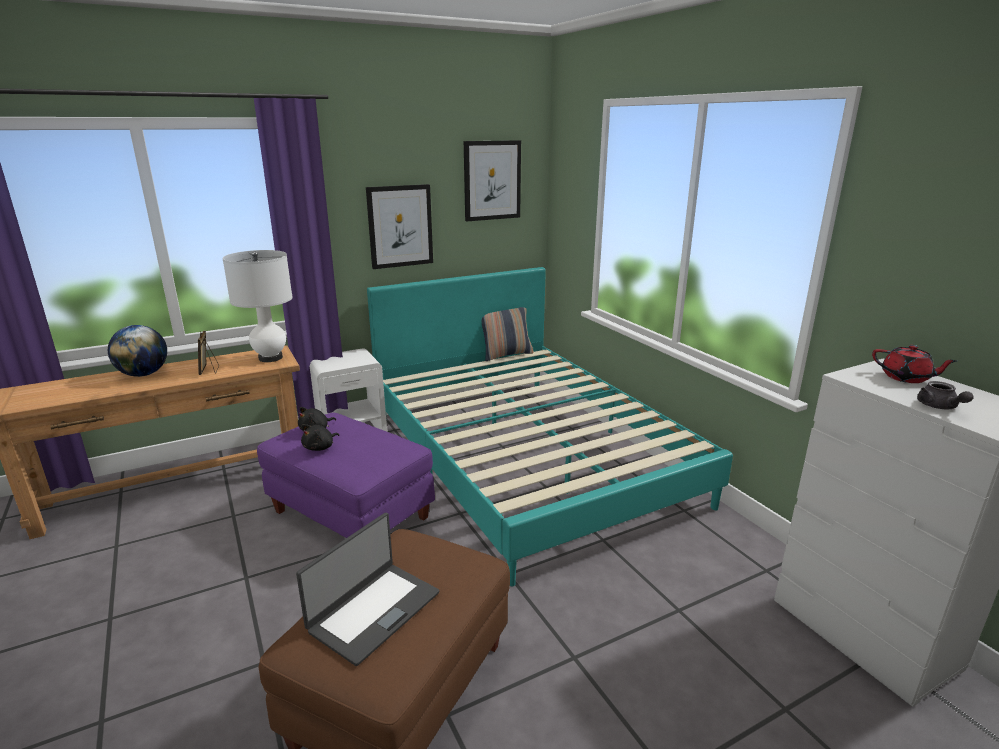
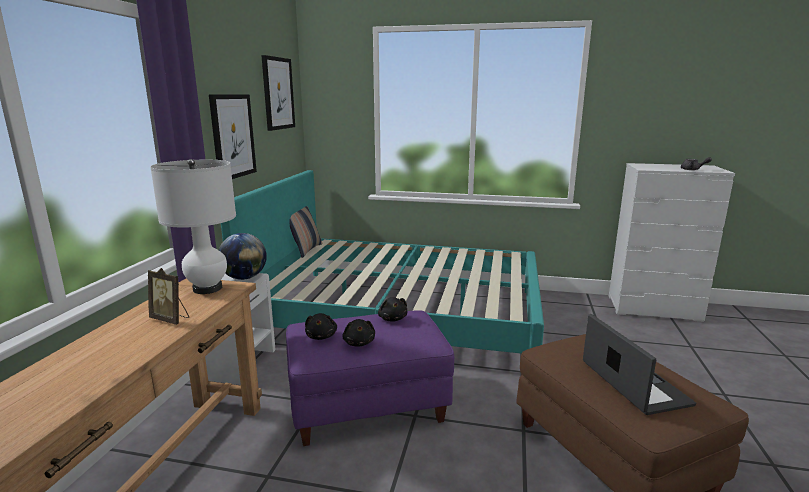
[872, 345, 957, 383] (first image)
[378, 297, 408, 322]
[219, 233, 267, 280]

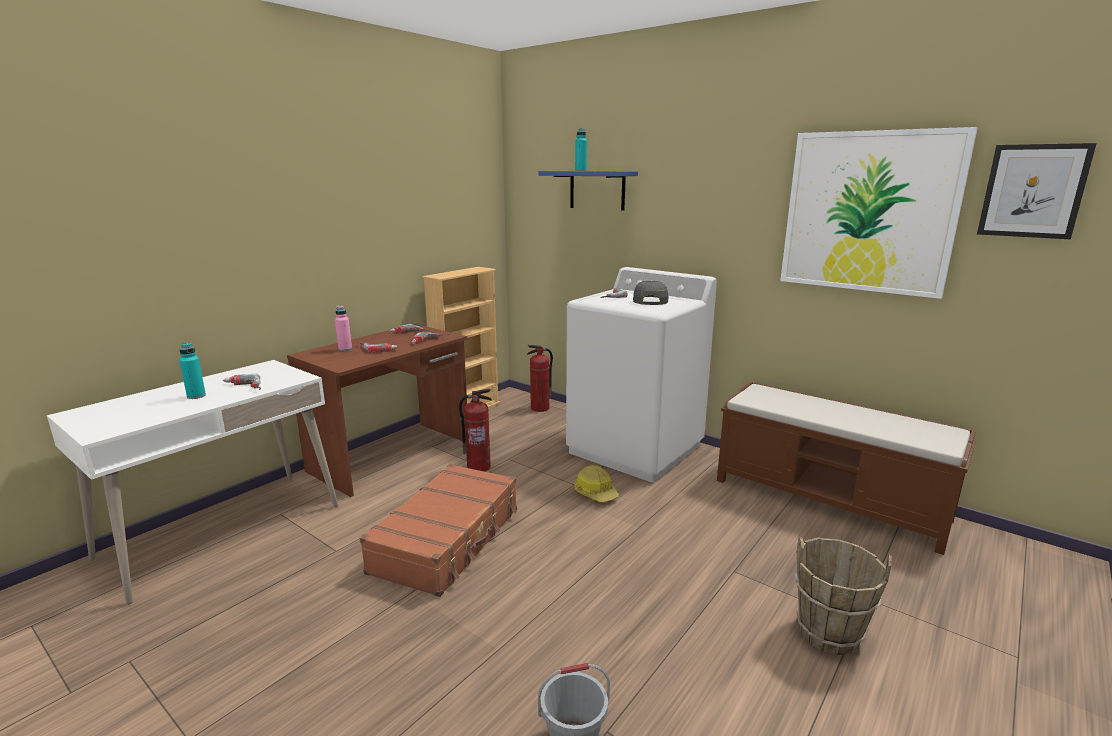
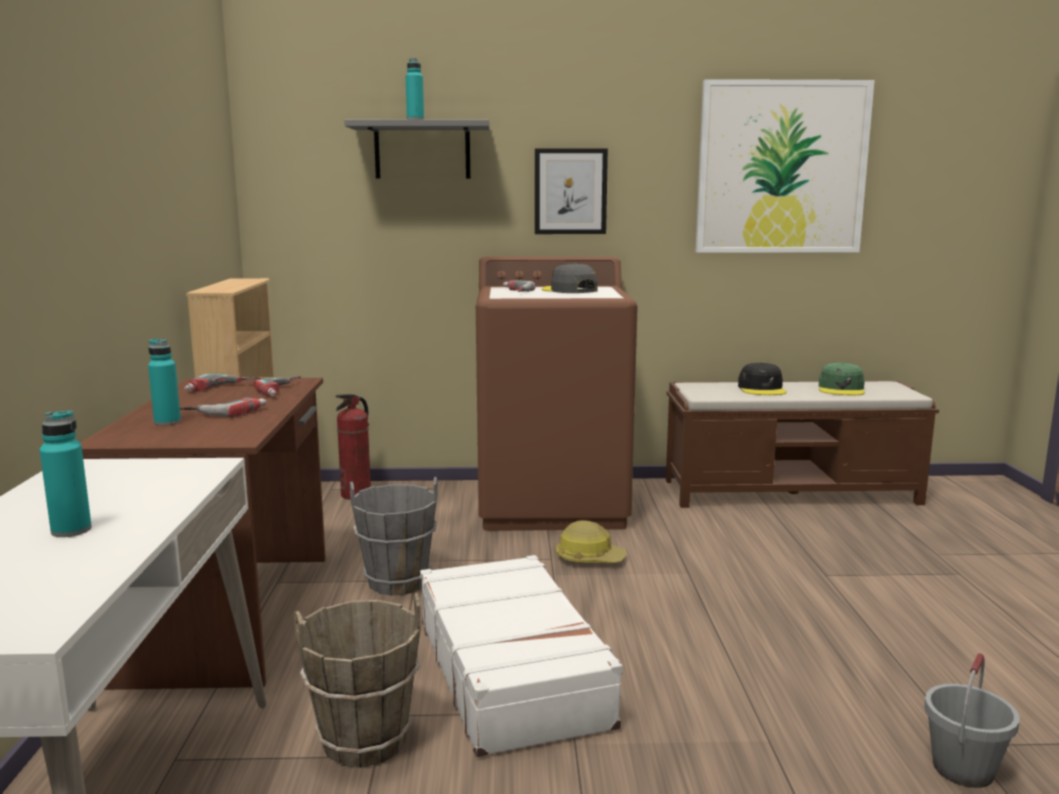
[223, 374, 261, 390] (first image)
[738, 363, 787, 395]
[819, 363, 865, 395]
[294, 593, 421, 768]
[535, 148, 608, 234]
[350, 477, 438, 596]
[148, 339, 181, 425]
[420, 555, 623, 757]
[344, 119, 490, 179]
[476, 256, 638, 531]

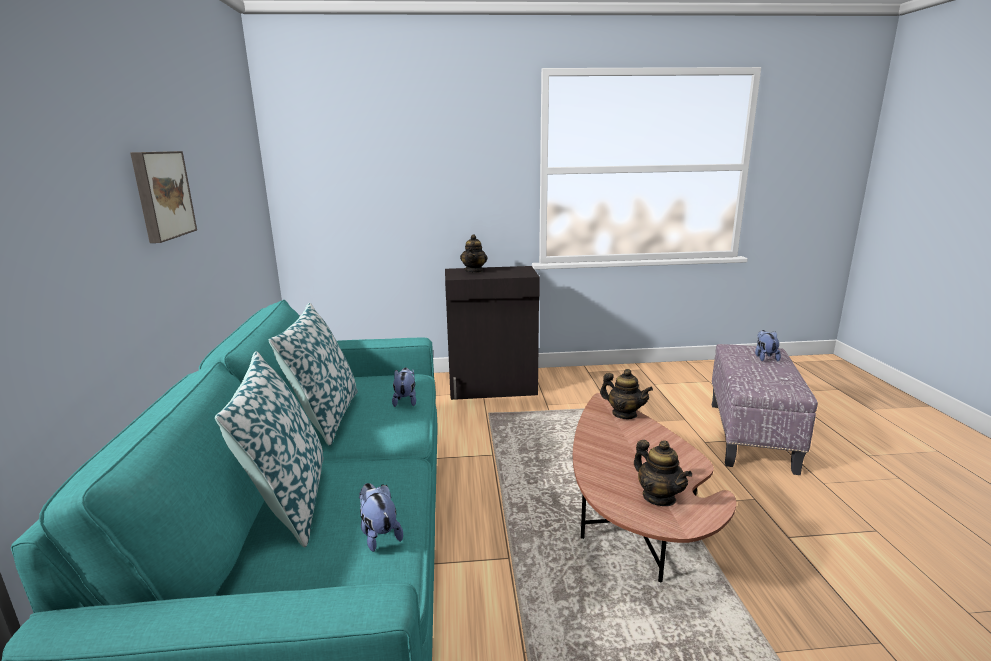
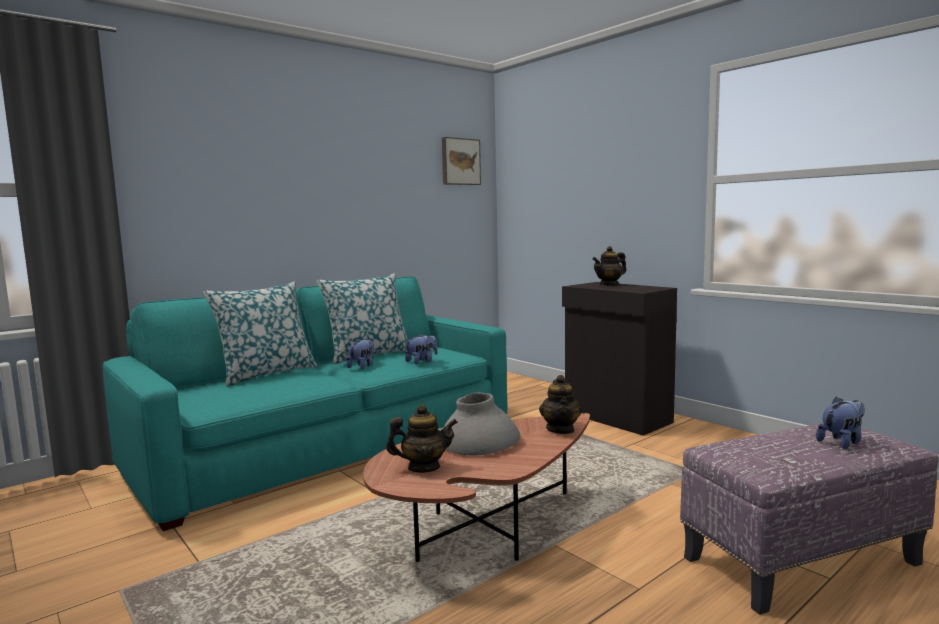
[437, 392, 520, 455]
[442, 137, 481, 185]
[347, 339, 374, 369]
[386, 404, 458, 473]

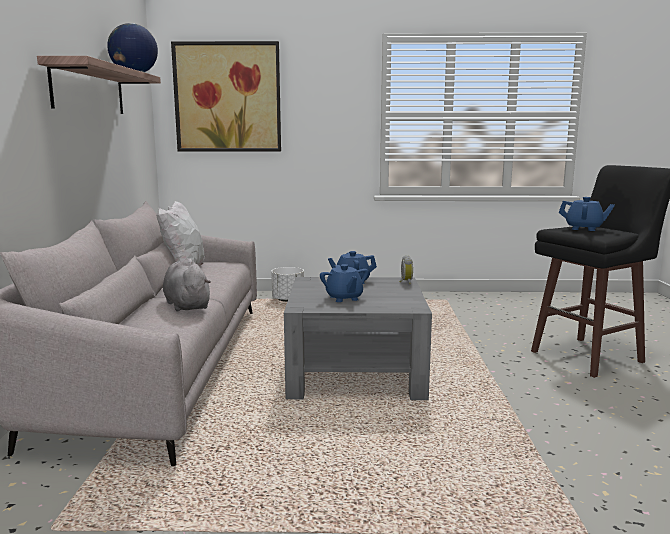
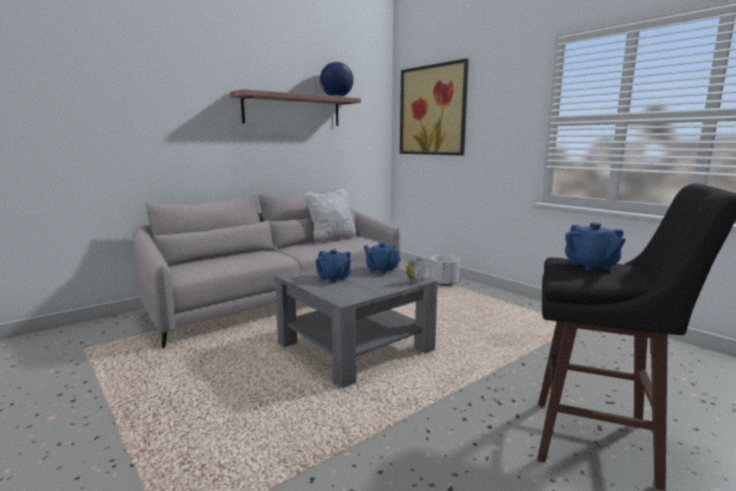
[163, 258, 211, 312] (first image)
[315, 249, 351, 283]

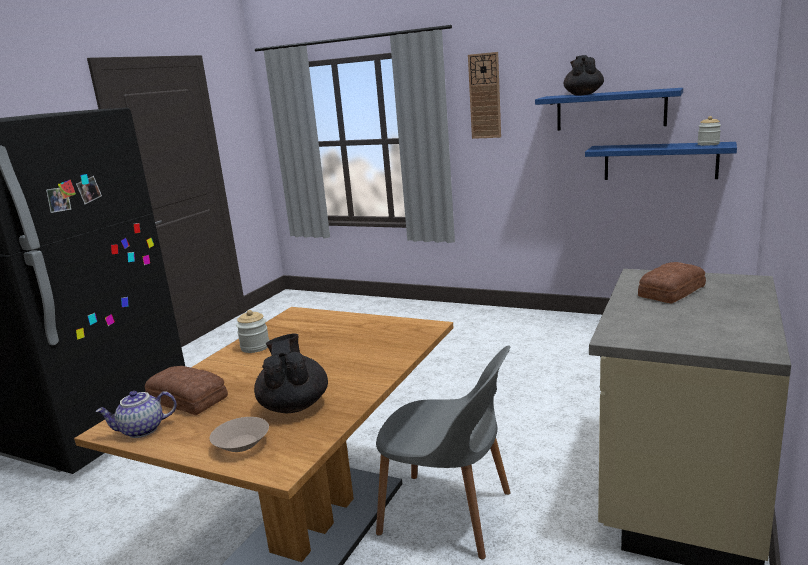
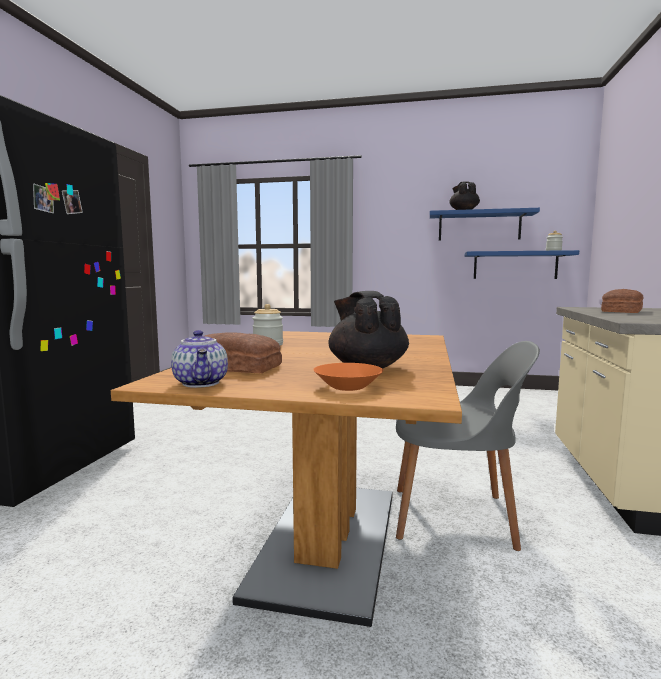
[468, 52, 501, 139] (first image)
[313, 363, 383, 391]
[171, 330, 228, 388]

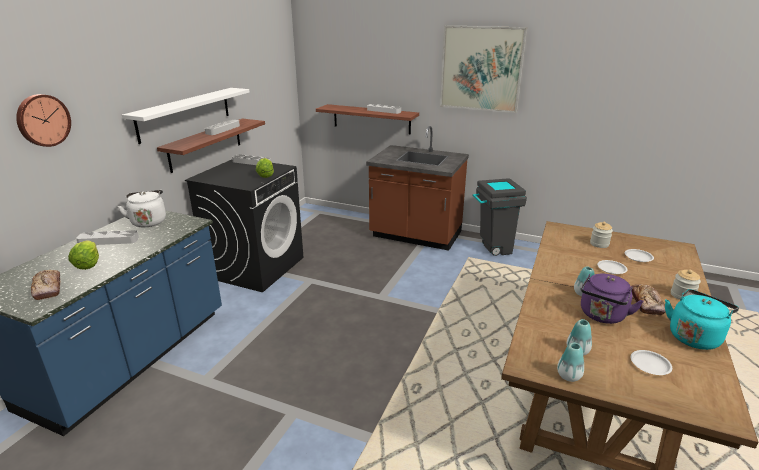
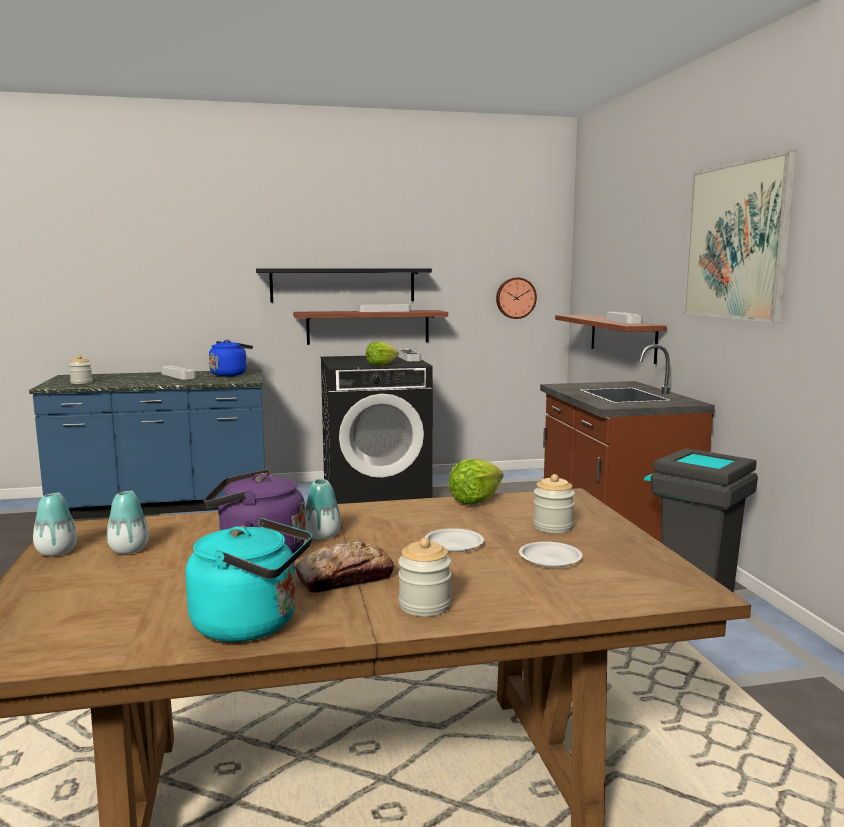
[631, 350, 672, 375] (first image)
[496, 277, 537, 319]
[449, 459, 503, 504]
[69, 355, 93, 384]
[209, 340, 253, 376]
[256, 268, 432, 303]

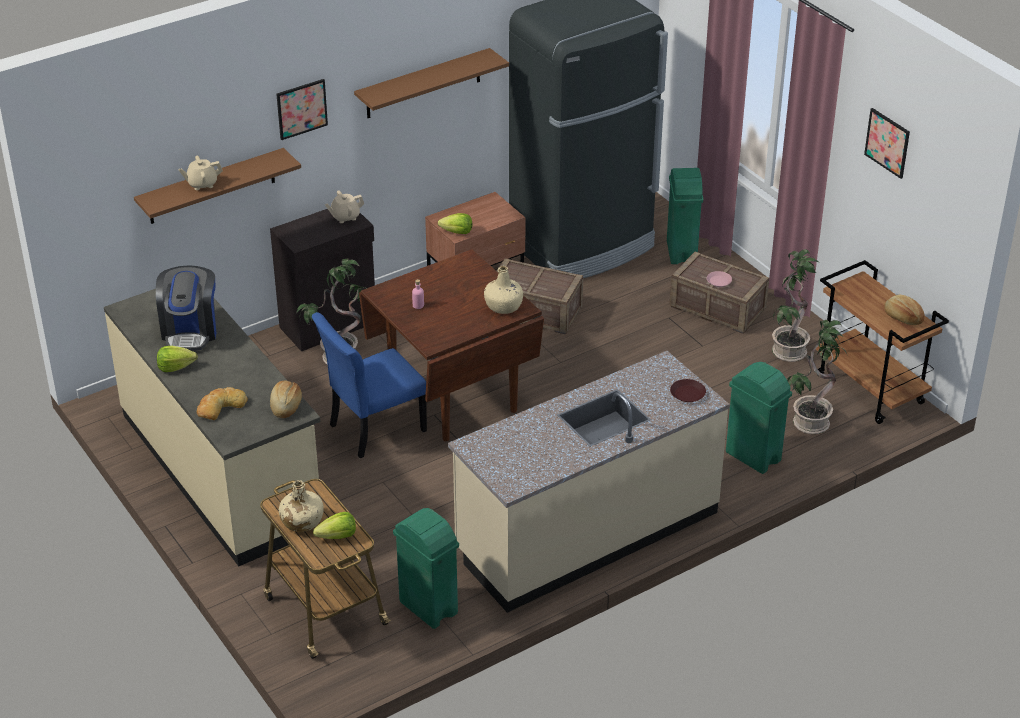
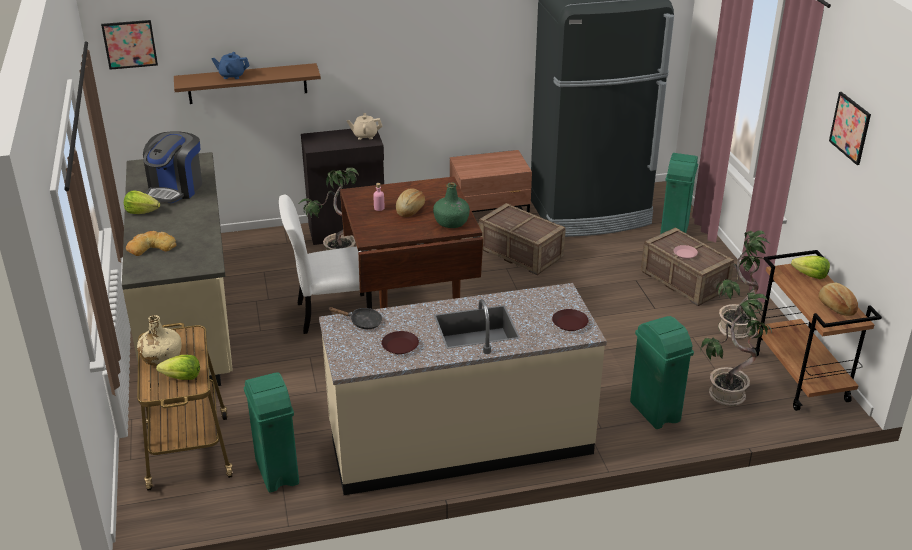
[354, 48, 509, 118] (first image)
[329, 307, 382, 329]
[382, 331, 419, 354]
[396, 188, 425, 217]
[101, 20, 158, 70]
[791, 256, 830, 279]
[212, 52, 250, 79]
[279, 195, 372, 334]
[433, 182, 470, 228]

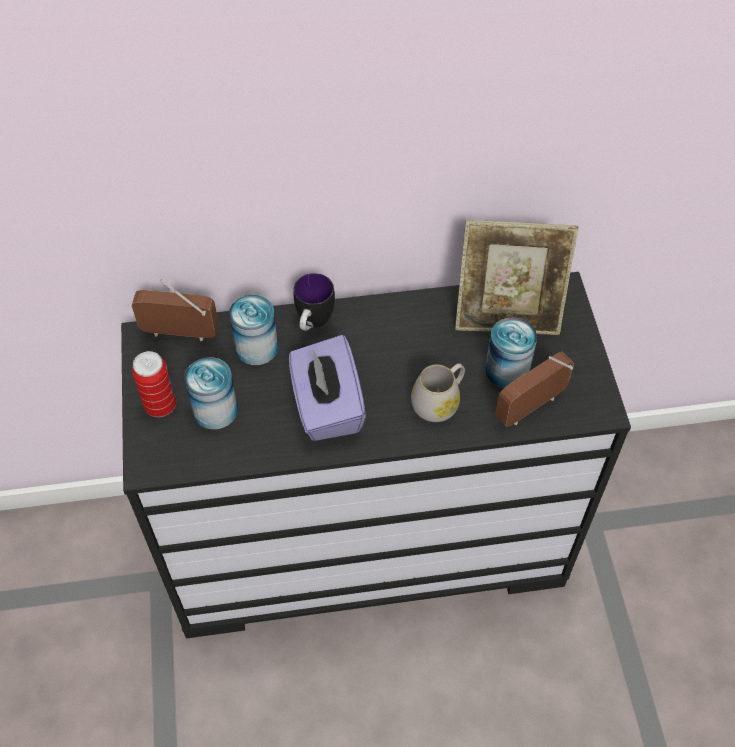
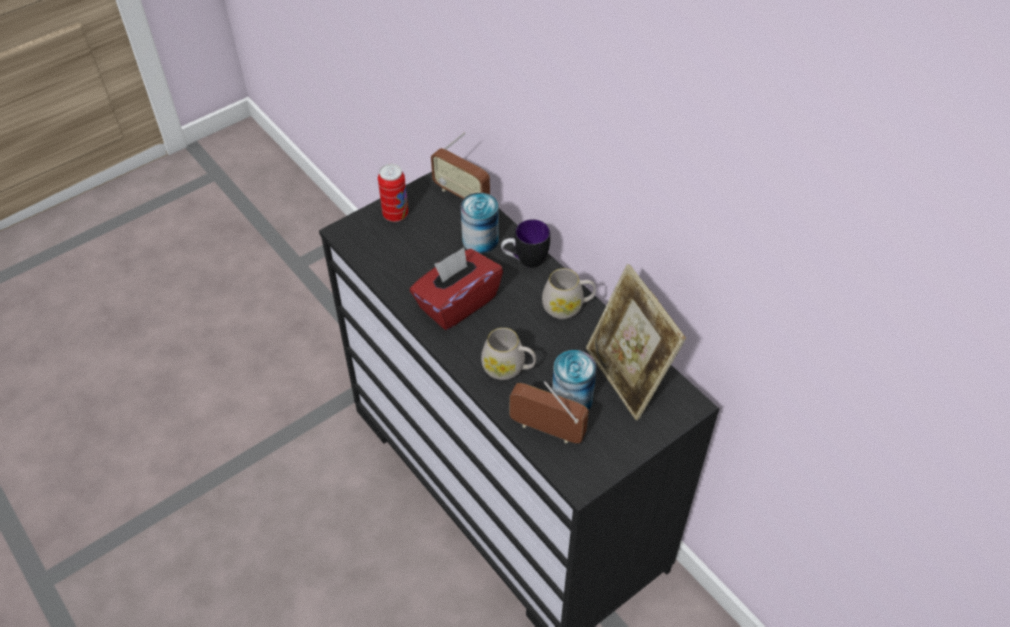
[184, 357, 238, 430] (first image)
[542, 268, 596, 319]
[410, 247, 503, 330]
[431, 132, 490, 199]

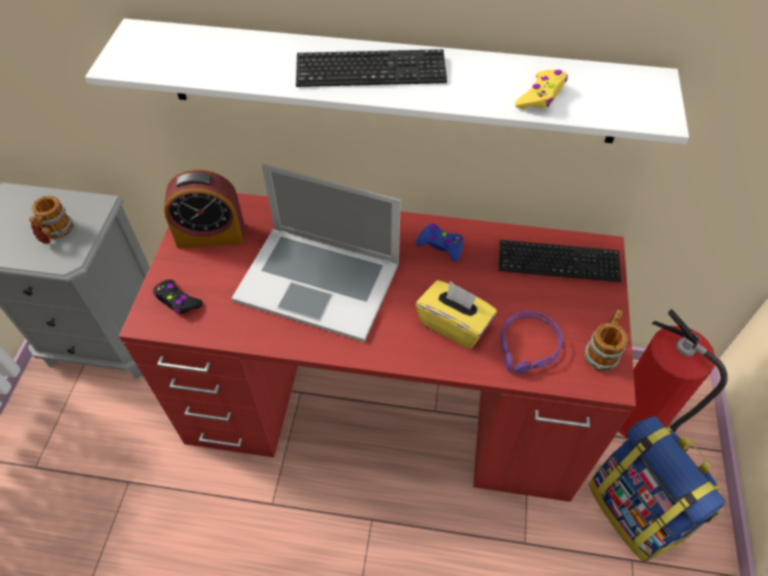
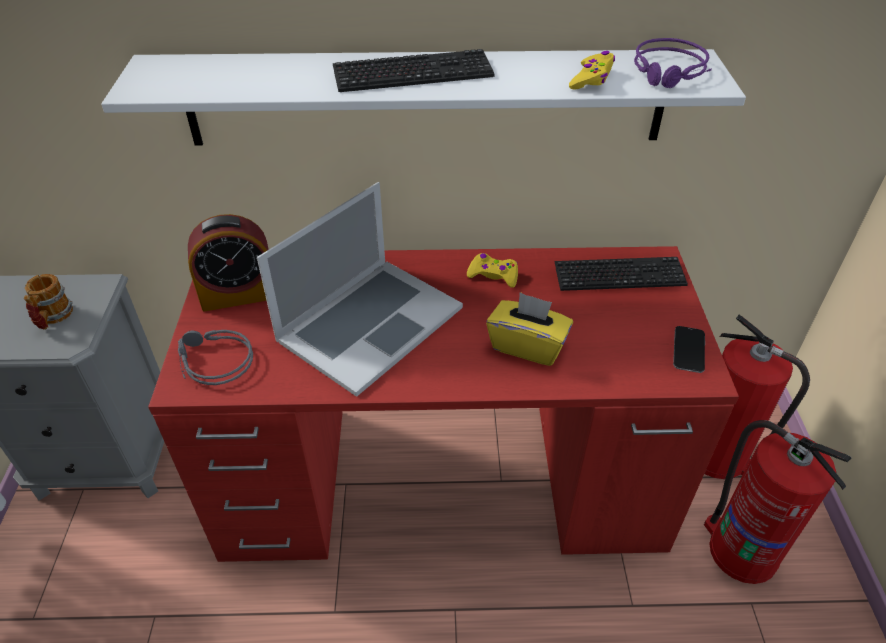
[634, 38, 712, 89]
[178, 330, 253, 385]
[673, 326, 705, 373]
[704, 420, 851, 584]
[467, 253, 518, 288]
[257, 182, 463, 397]

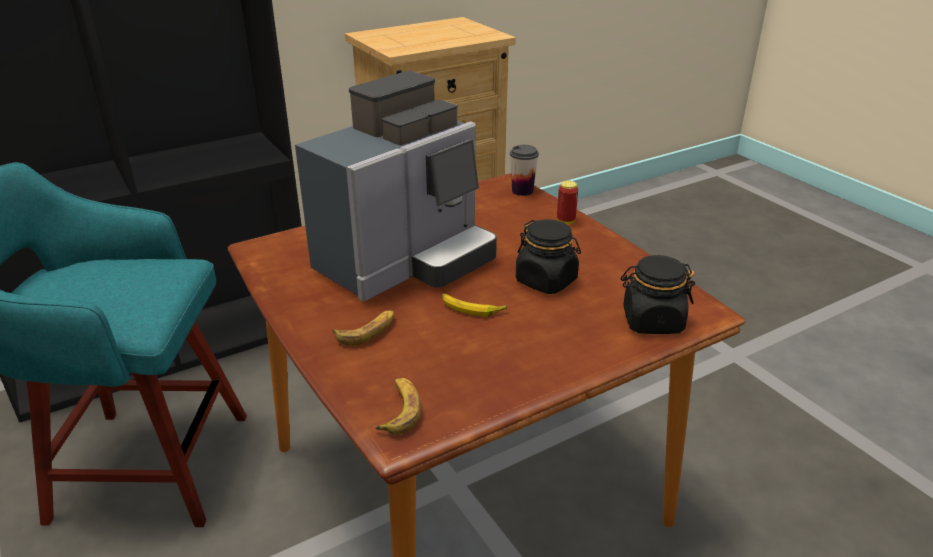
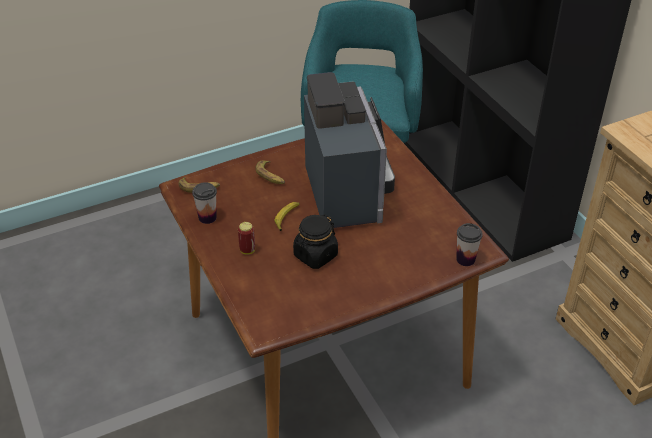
[621, 255, 695, 334] (first image)
[192, 182, 217, 224]
[238, 222, 255, 255]
[304, 72, 395, 228]

